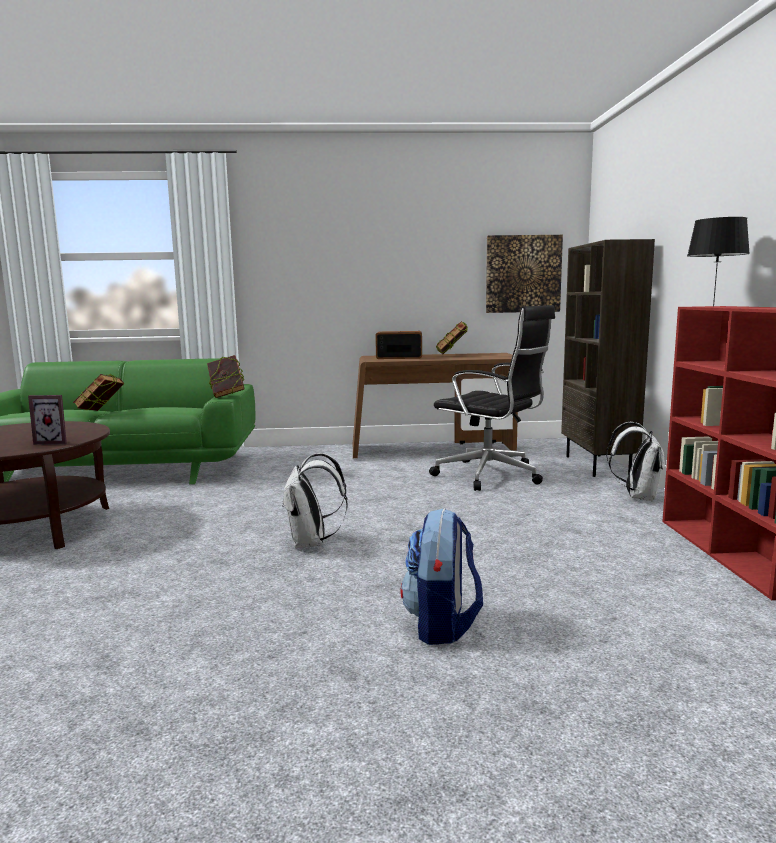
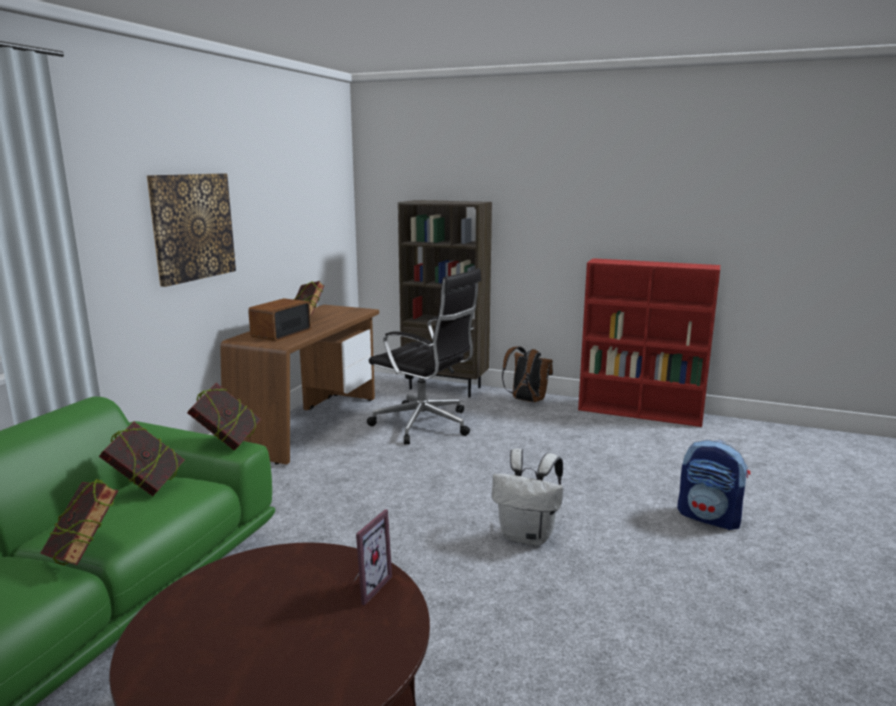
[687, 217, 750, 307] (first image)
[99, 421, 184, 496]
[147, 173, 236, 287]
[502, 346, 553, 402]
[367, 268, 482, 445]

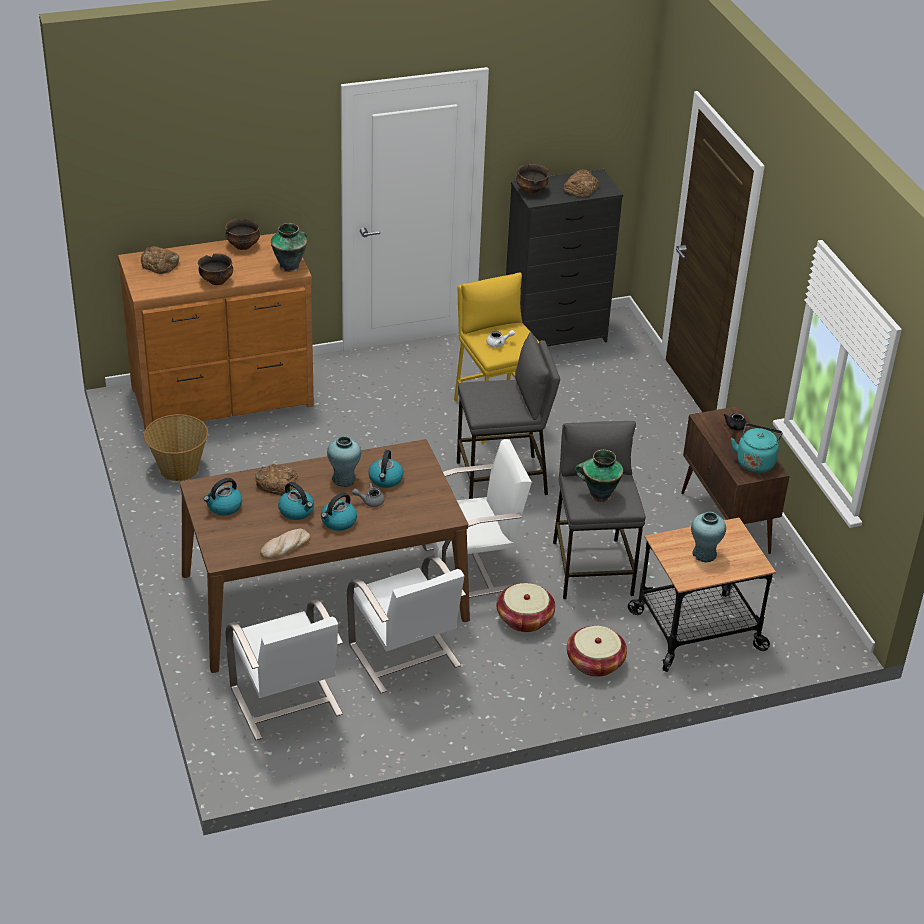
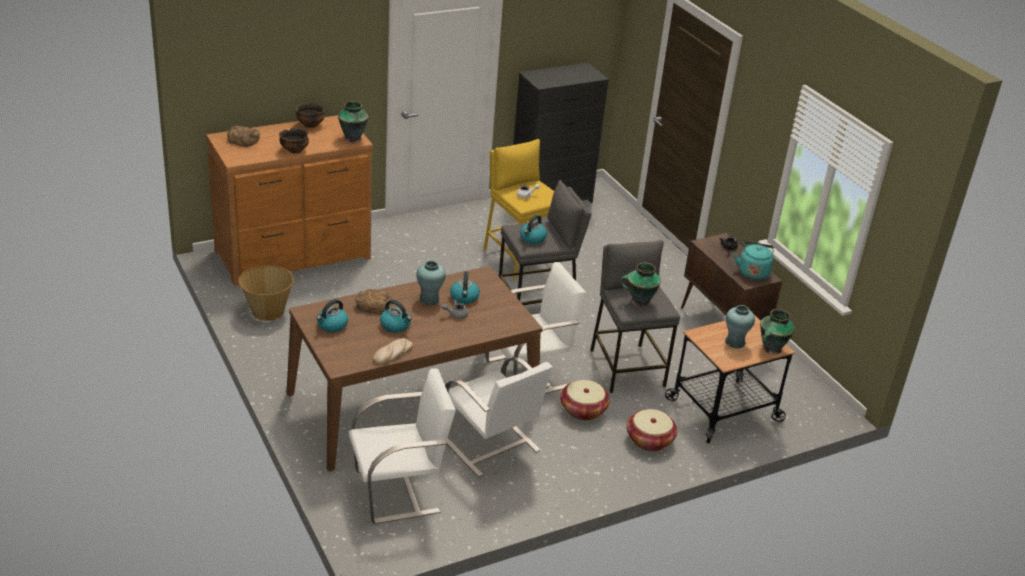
[516, 164, 549, 194] (first image)
[563, 169, 599, 197] (first image)
[760, 309, 795, 355]
[520, 215, 547, 244]
[349, 368, 456, 524]

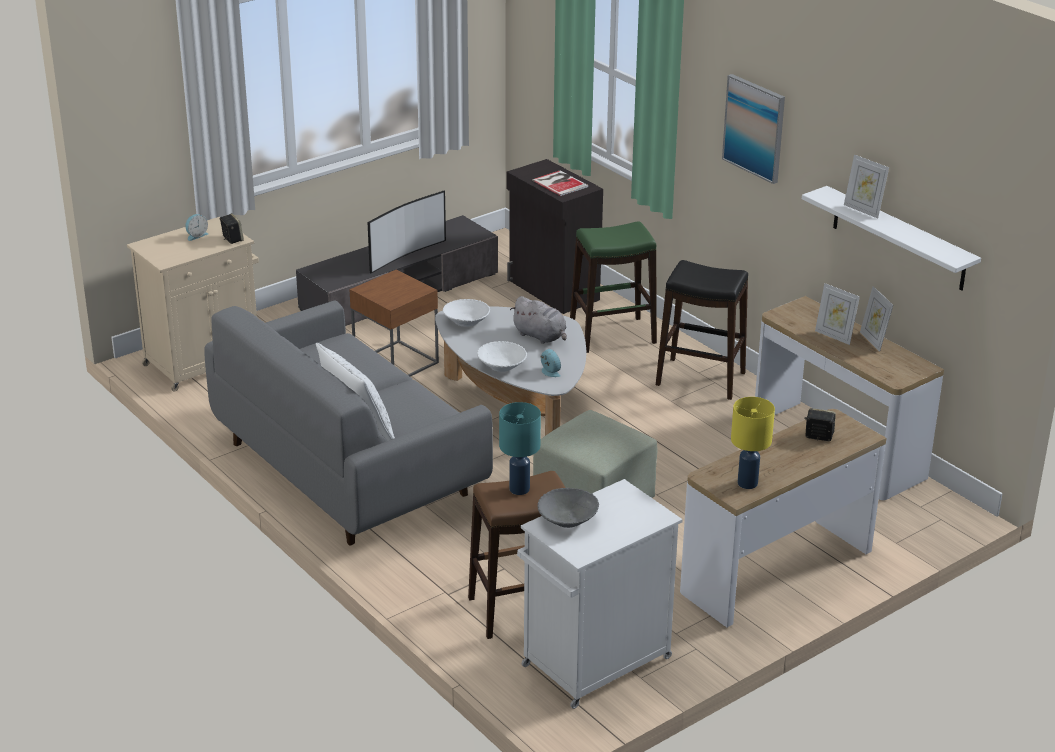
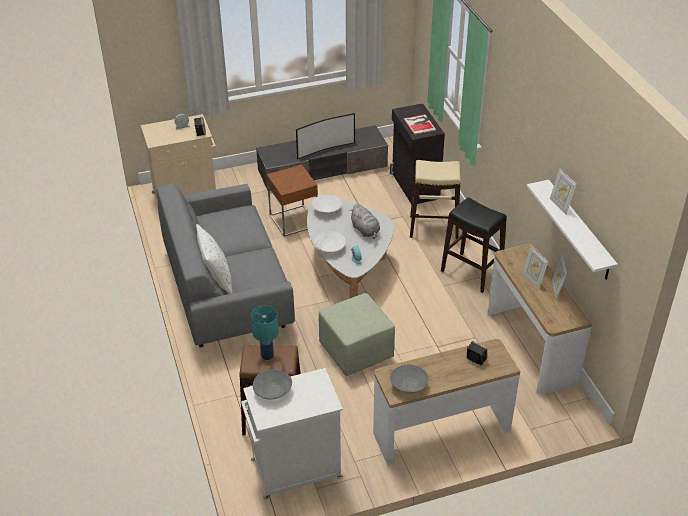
[722, 74, 785, 184] (first image)
[390, 364, 428, 393]
[410, 160, 461, 239]

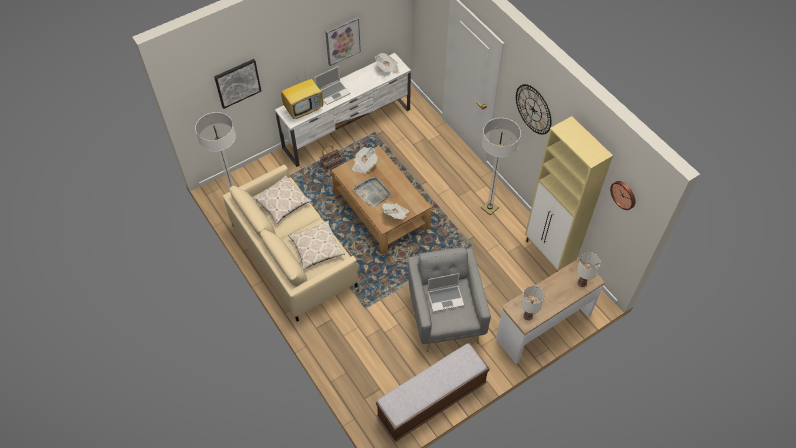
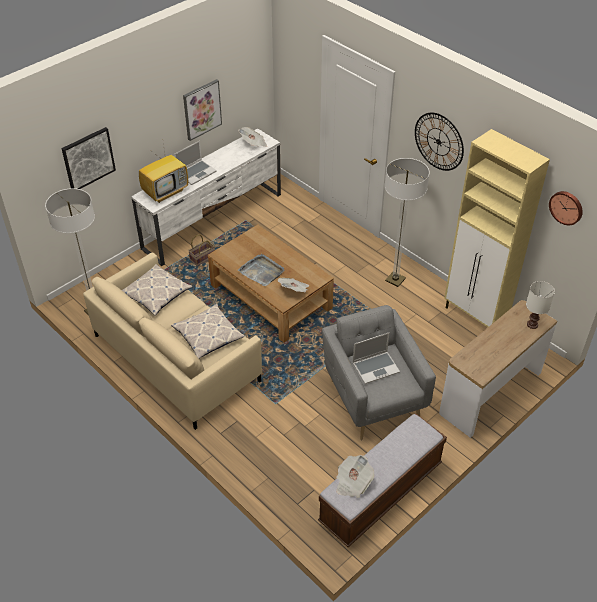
[521, 286, 545, 320] (first image)
[336, 455, 374, 498]

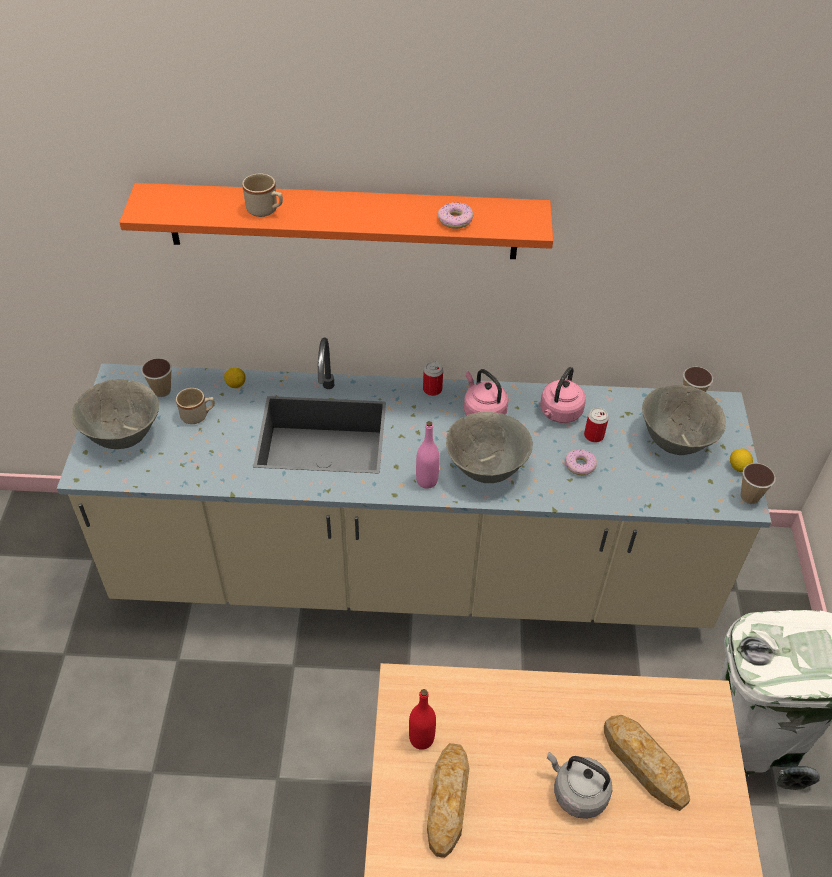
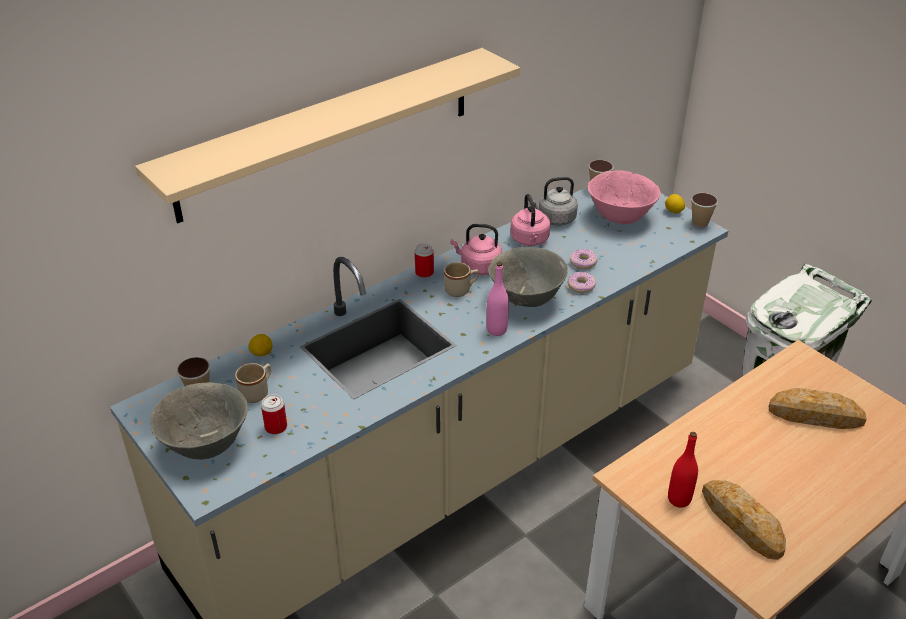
[444, 262, 479, 297]
[567, 272, 596, 293]
[528, 177, 578, 226]
[261, 394, 287, 434]
[135, 48, 520, 223]
[588, 170, 660, 224]

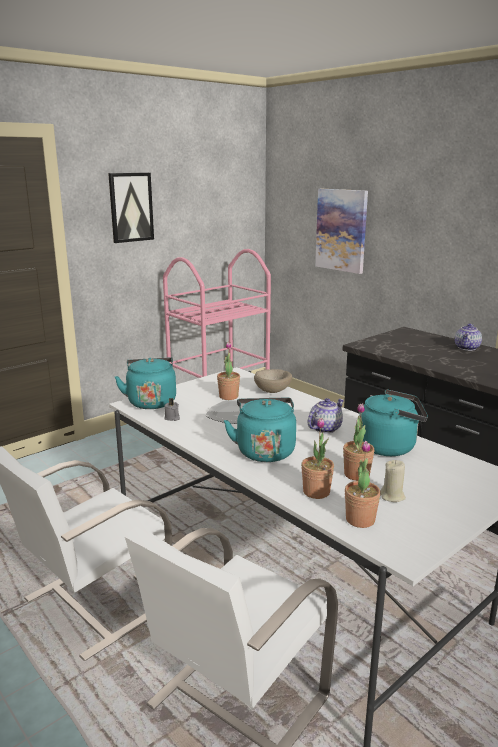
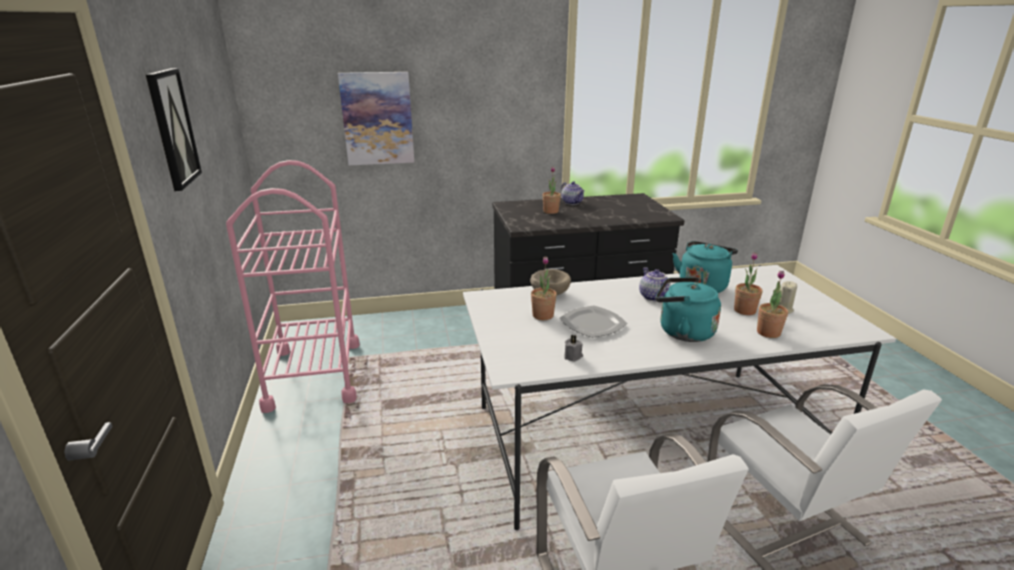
[115, 358, 176, 409] (first image)
[542, 167, 561, 214]

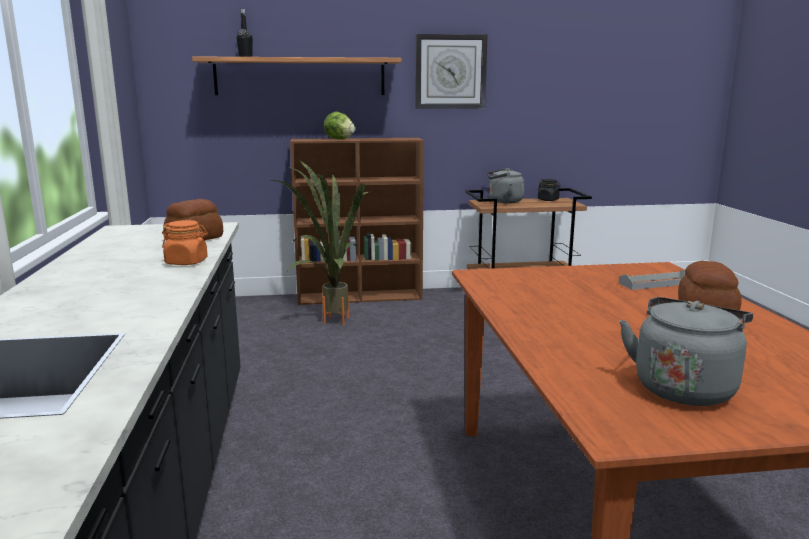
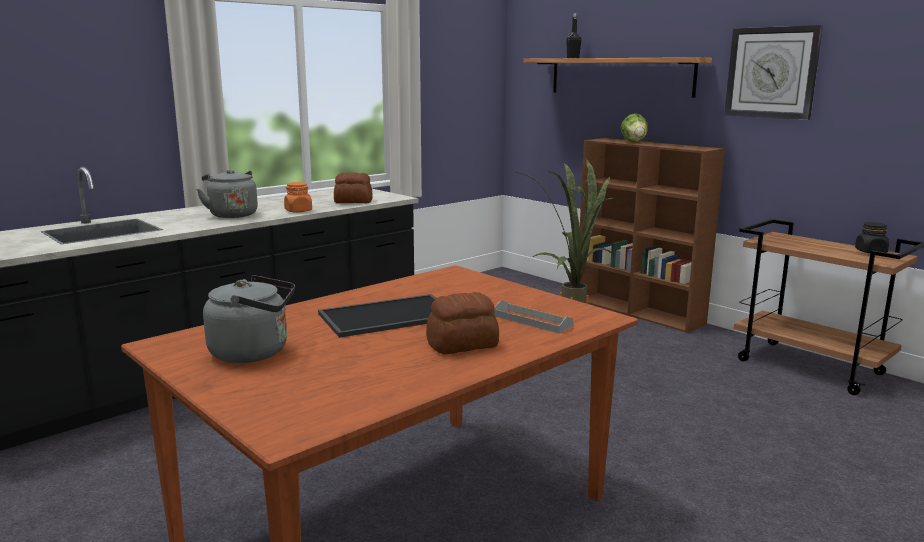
[318, 294, 436, 338]
[197, 169, 258, 218]

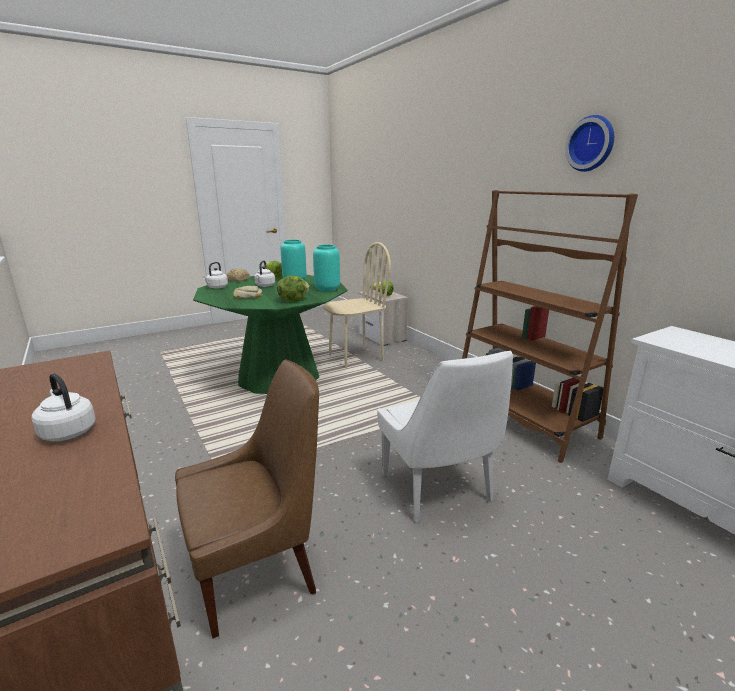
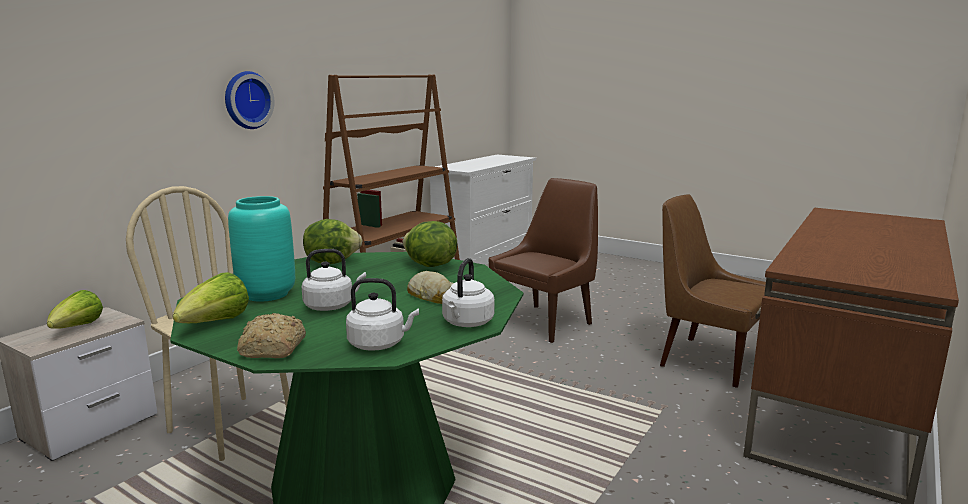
[442, 258, 495, 327]
[225, 71, 275, 129]
[303, 219, 363, 264]
[489, 178, 598, 343]

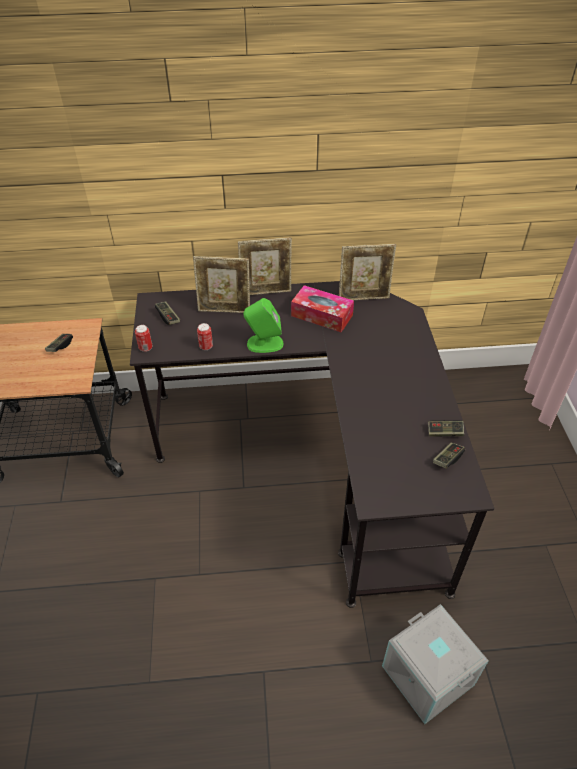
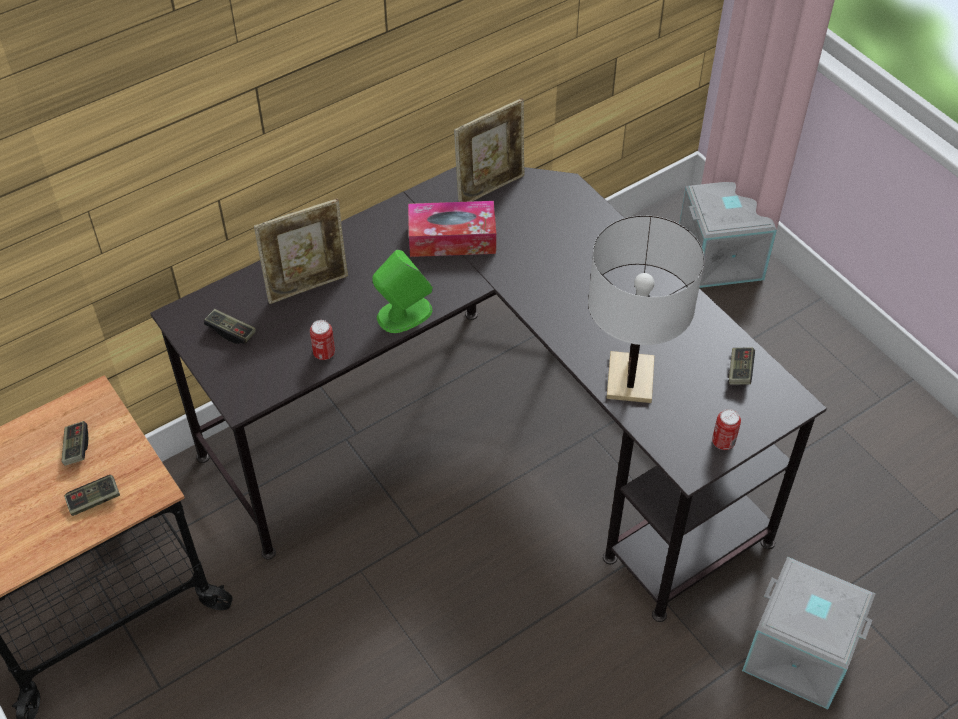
[238, 237, 292, 295] (first image)
[588, 215, 704, 403]
[679, 182, 777, 288]
[712, 409, 741, 450]
[64, 475, 120, 516]

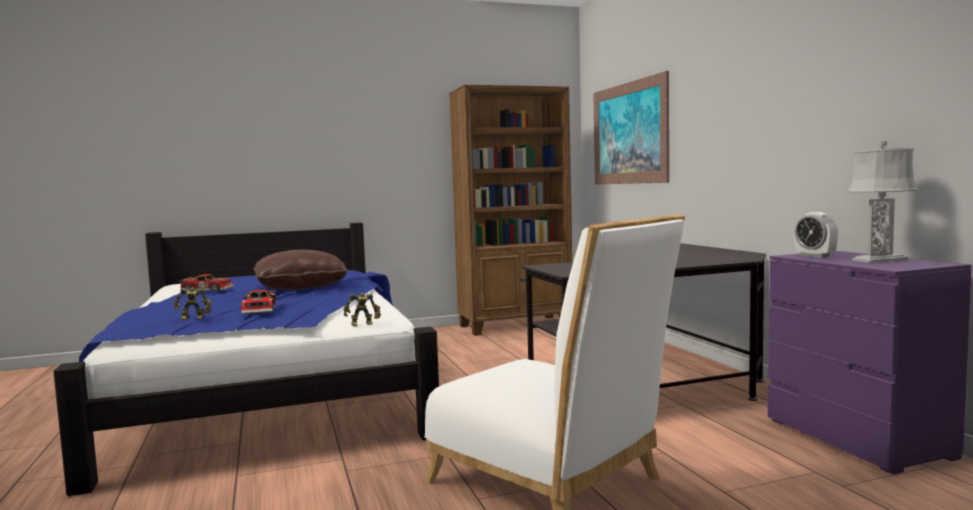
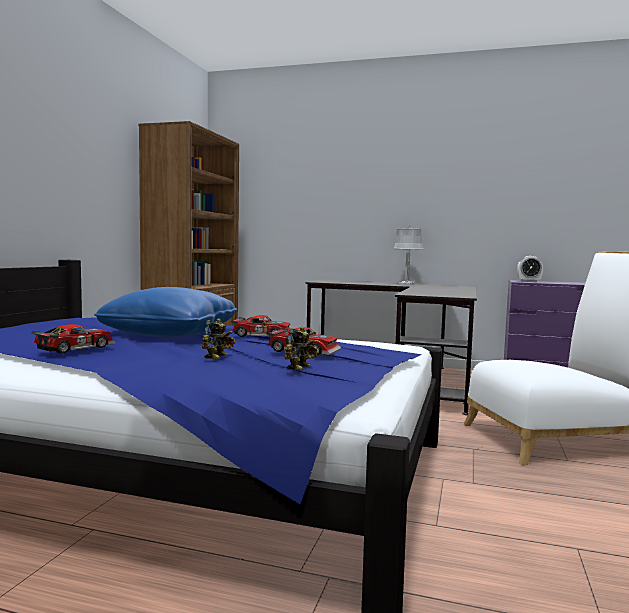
[593, 71, 669, 185] (first image)
[231, 315, 291, 337]
[202, 319, 235, 359]
[393, 224, 424, 285]
[94, 287, 237, 337]

